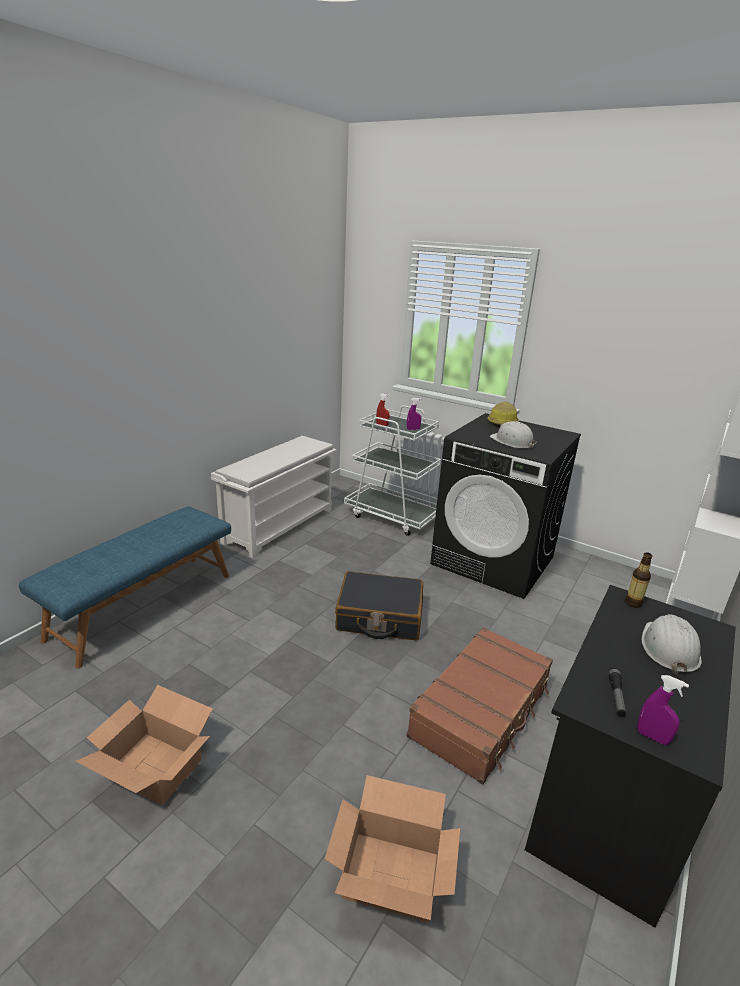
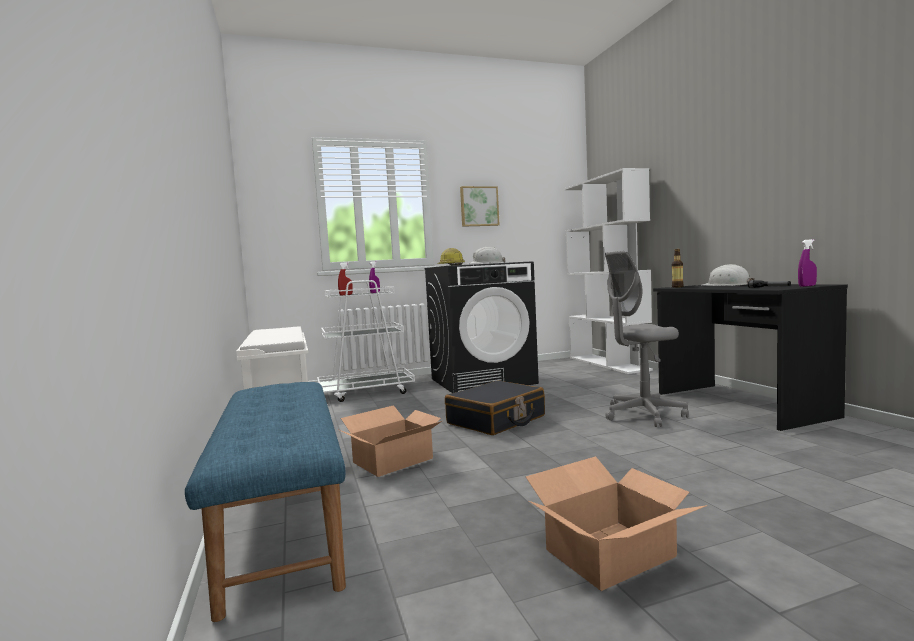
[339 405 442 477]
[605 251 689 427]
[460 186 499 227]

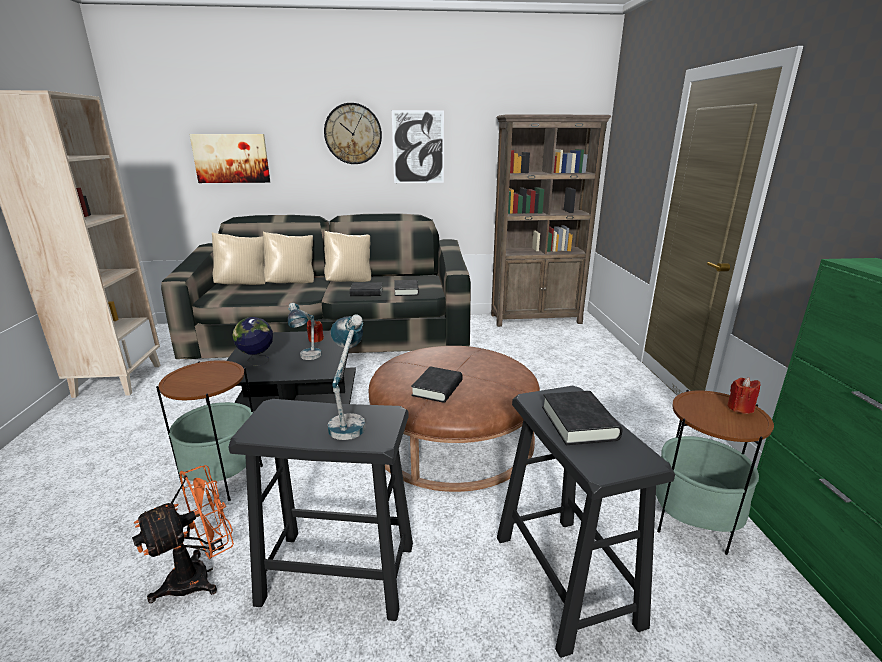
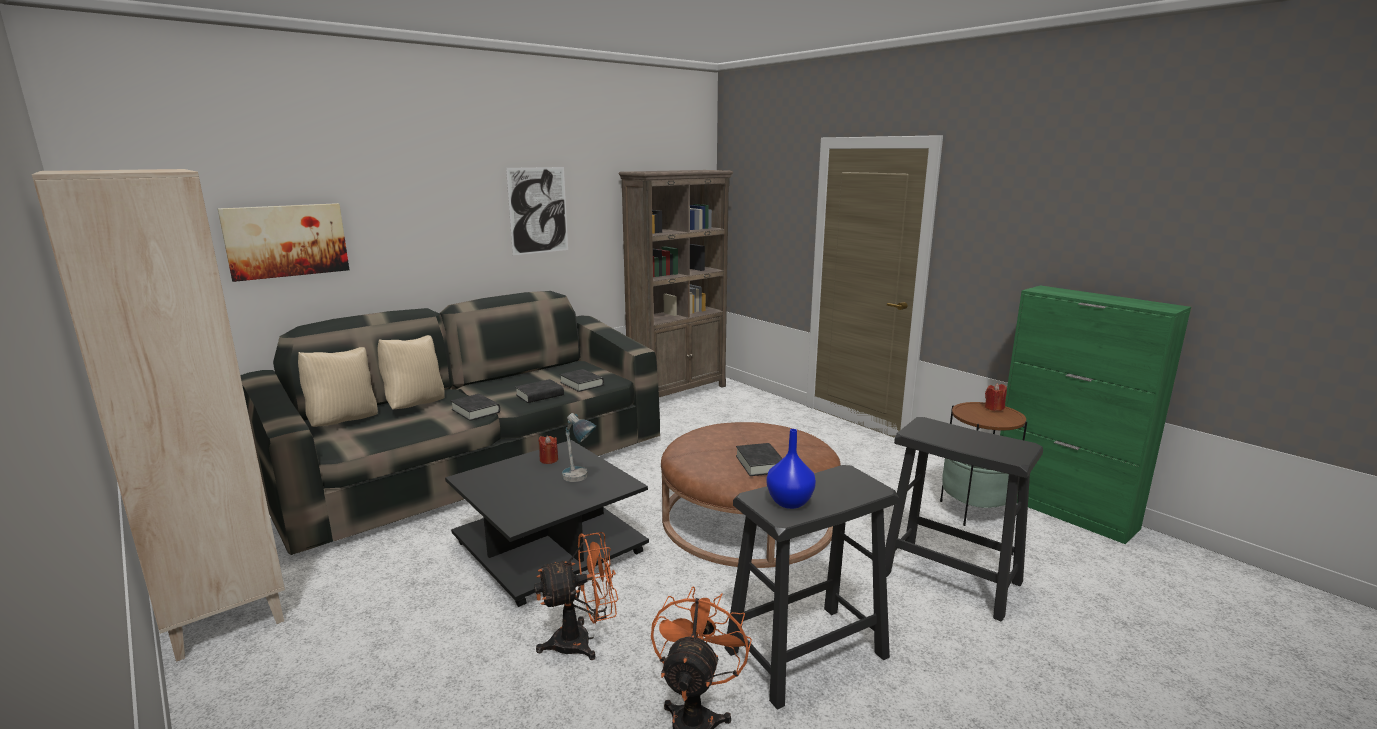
[534 532 618 660]
[232 317 273 366] (first image)
[324 103 382 164] (first image)
[324 231 371 282] (first image)
[328 314 366 440] (first image)
[451 394 500 421]
[767 429 816 509]

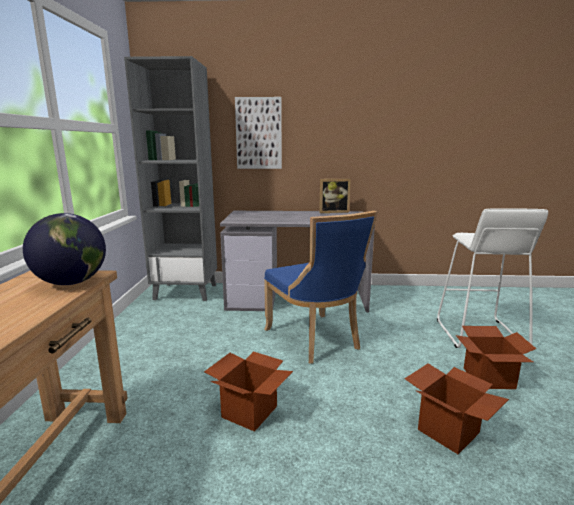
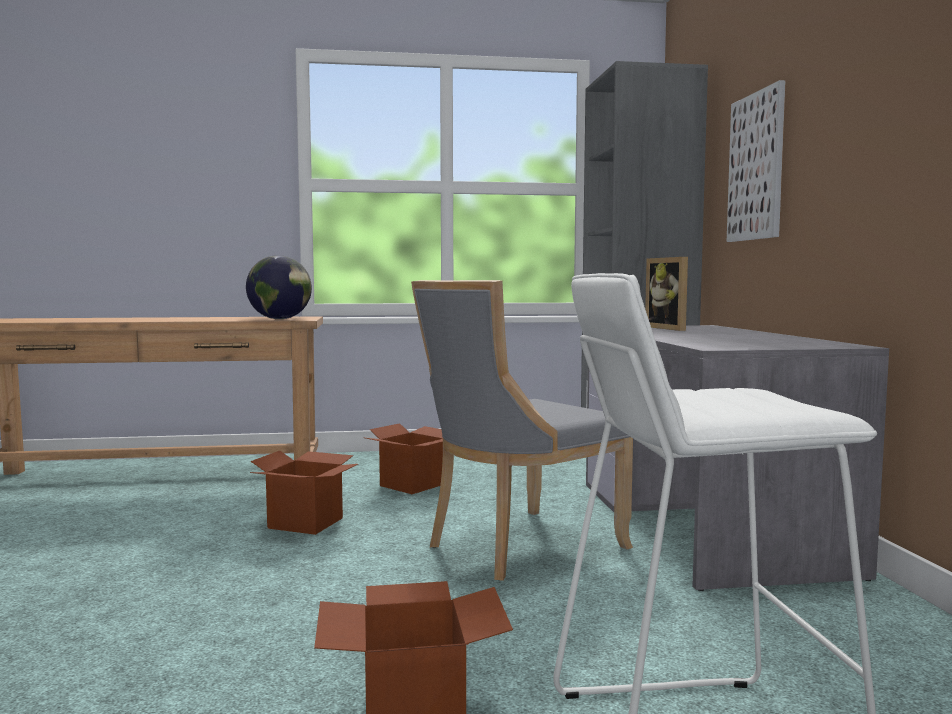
[411 280 633 581]
[645 257 688 331]
[366 423 443 494]

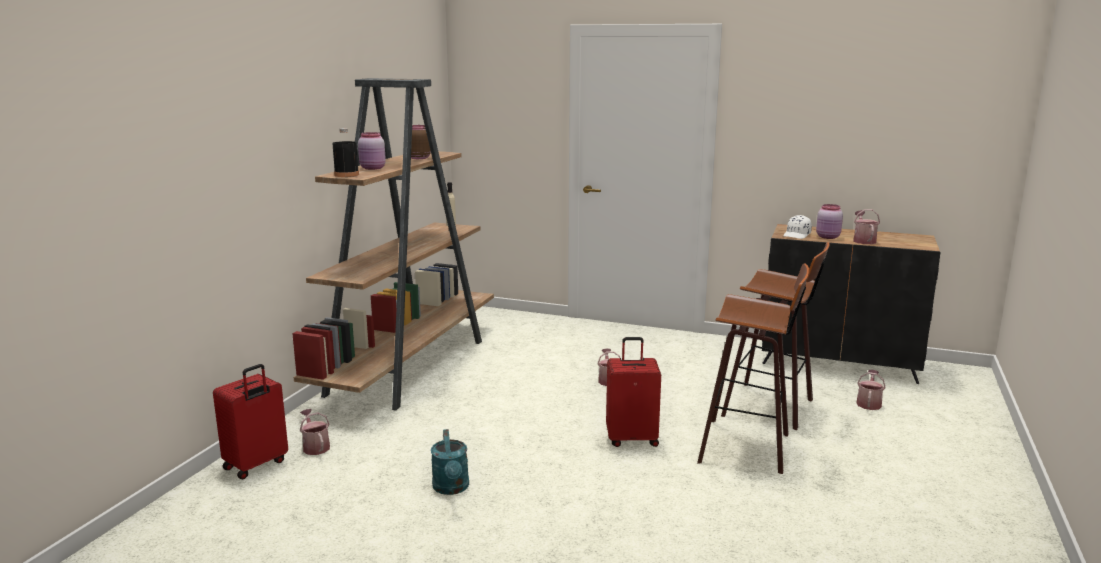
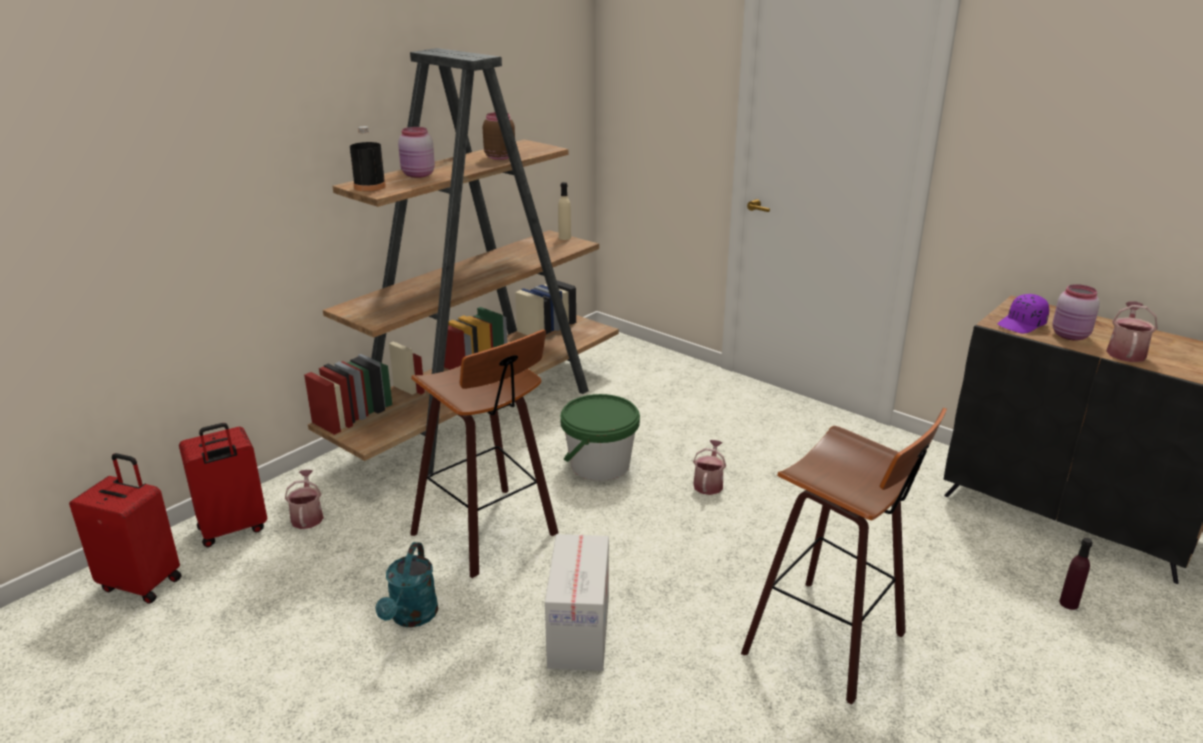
[69 453 182 604]
[410 329 559 578]
[998 294 1049 334]
[1059 538 1092 610]
[545 534 609 671]
[560 394 640 481]

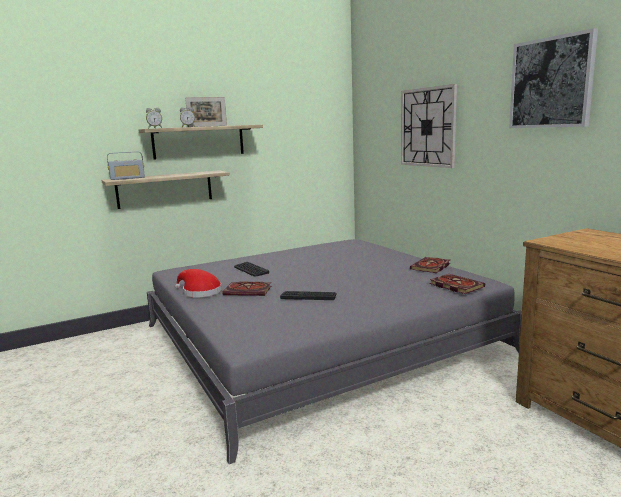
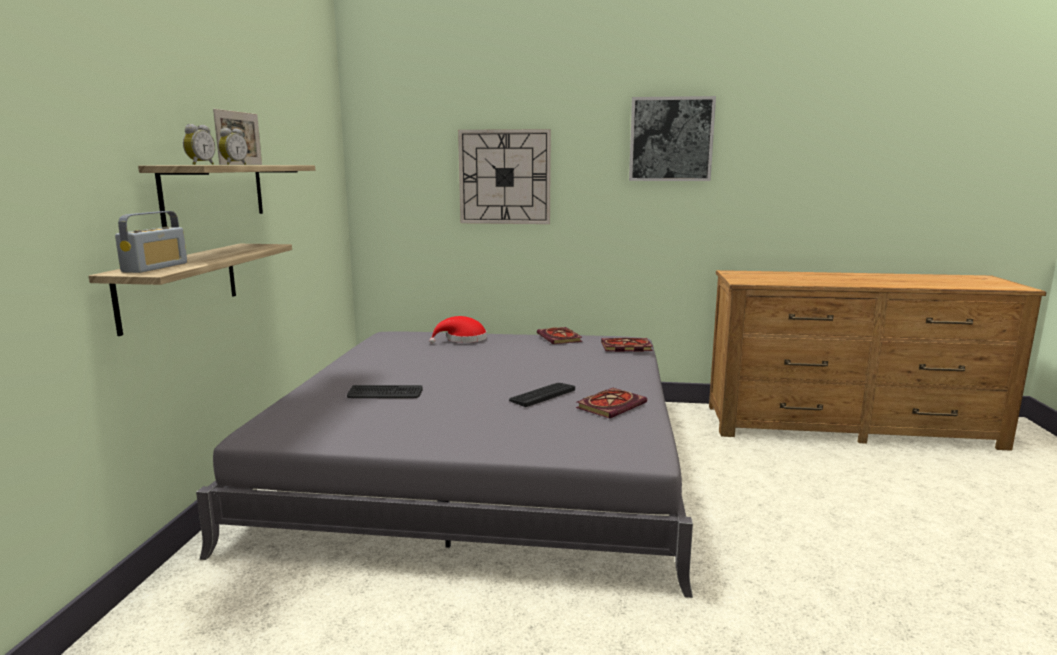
[429 316 487 343]
[576 388 647 418]

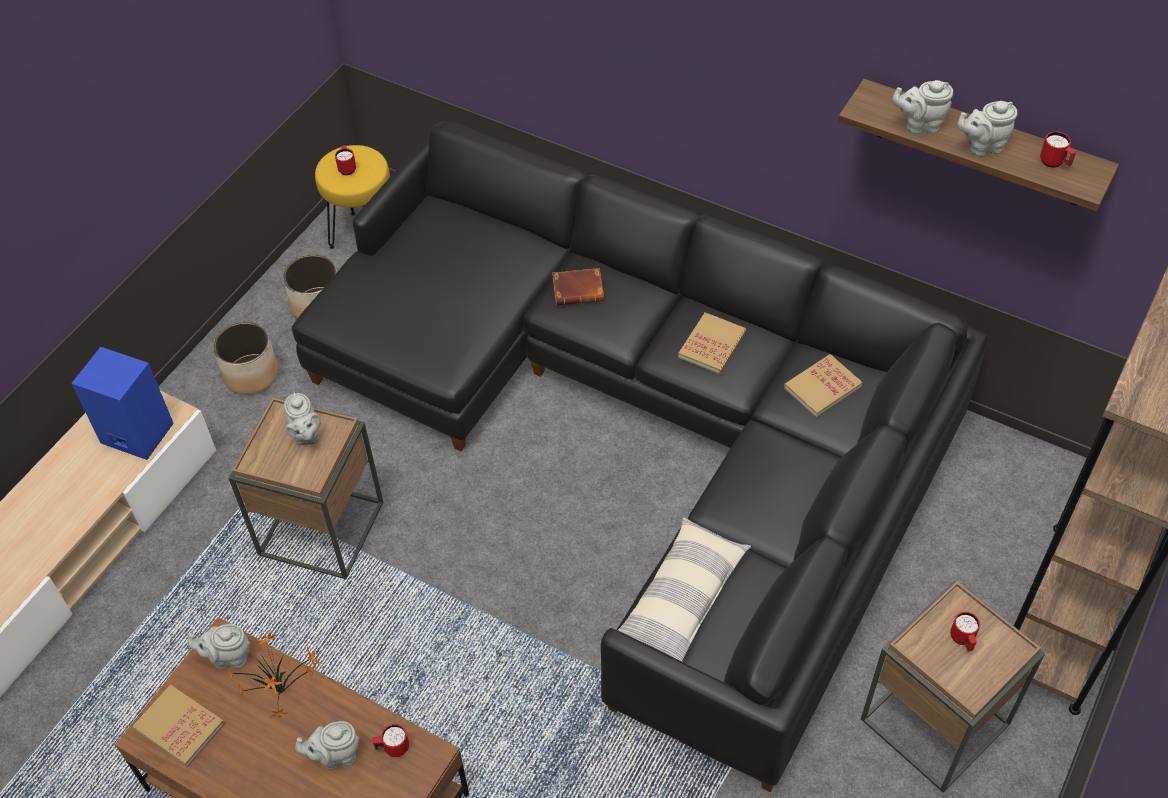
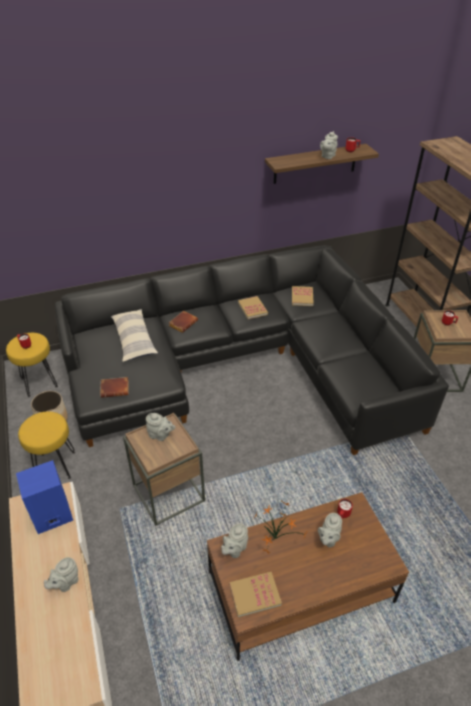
[18 411 75 479]
[111 309 158 362]
[44 557 78 592]
[100 377 129 398]

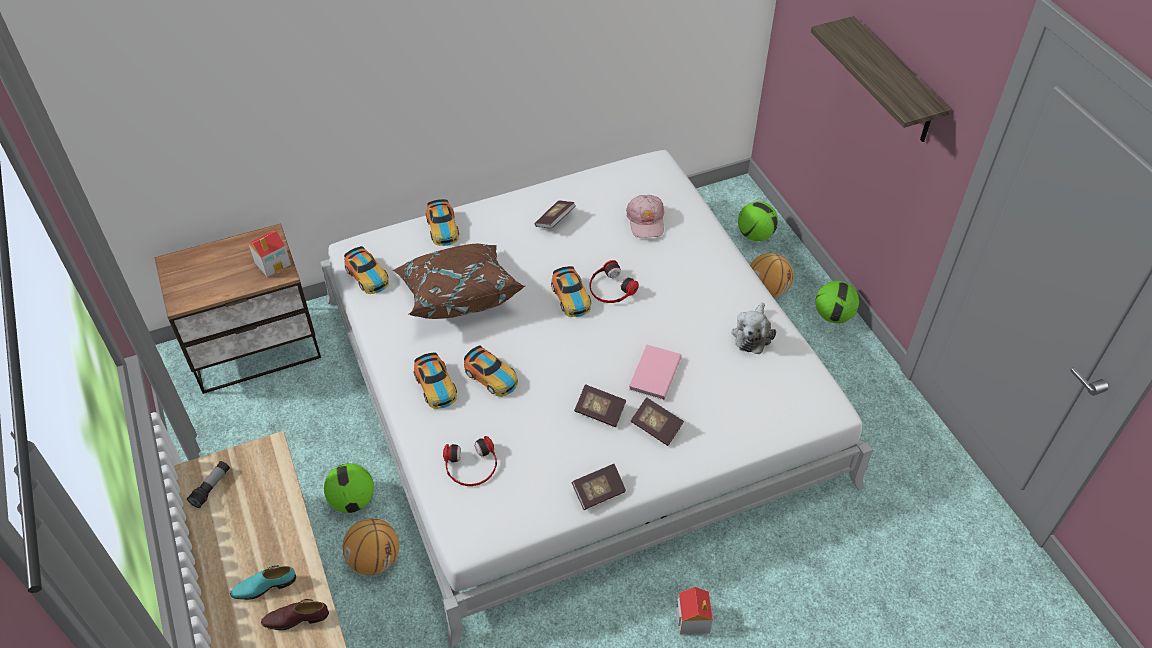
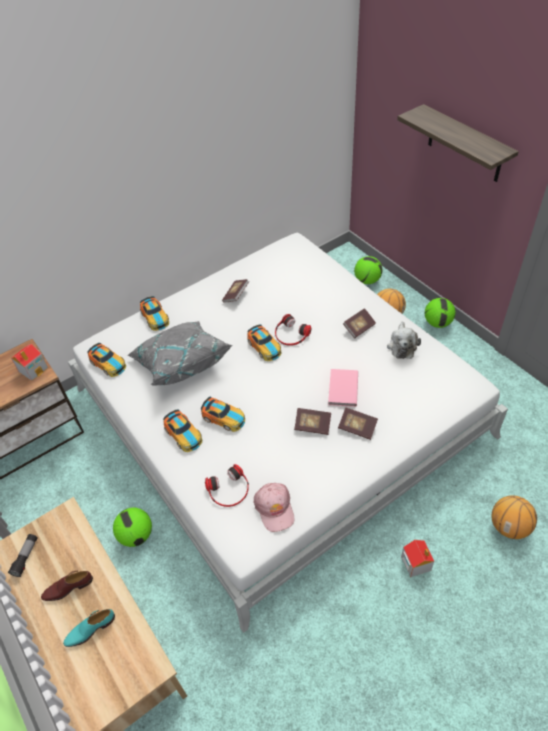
[41 571 93 601]
[492 495 537 539]
[127 321 233 385]
[343 308 376 338]
[253 483 294 532]

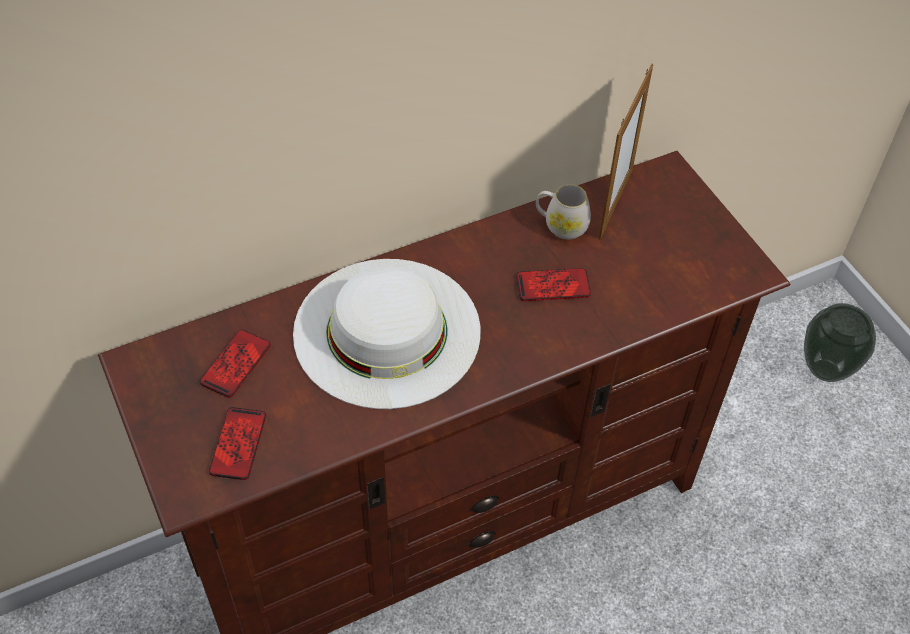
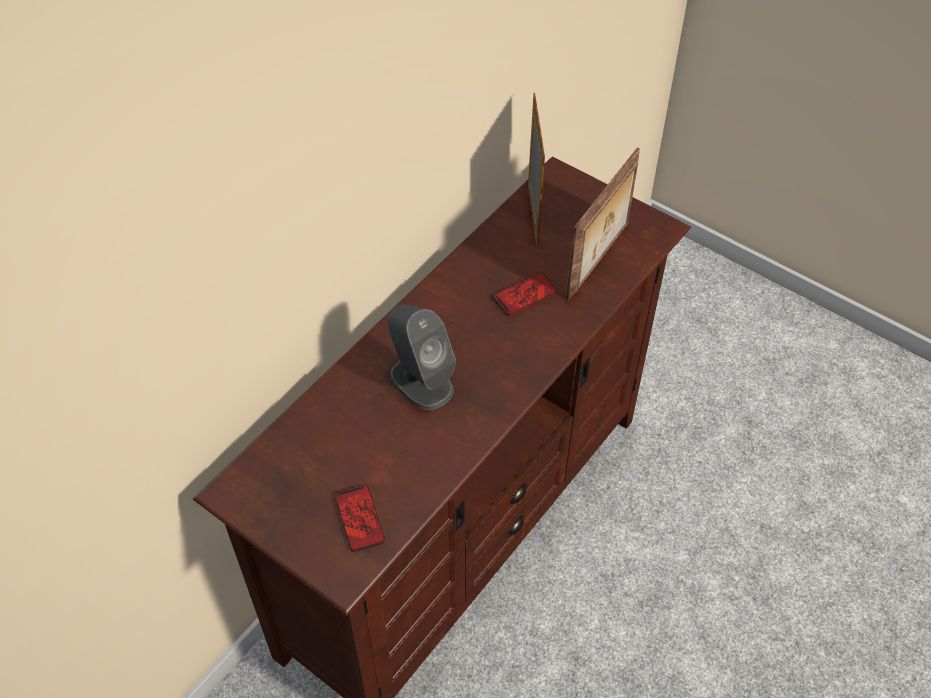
[200 330 271 398] (first image)
[388 304 456 410]
[536 184 591 240] (first image)
[804 303 876 382] (first image)
[566 147 640 301]

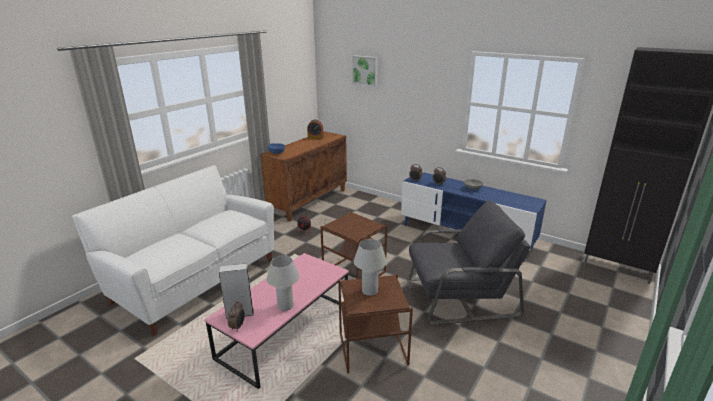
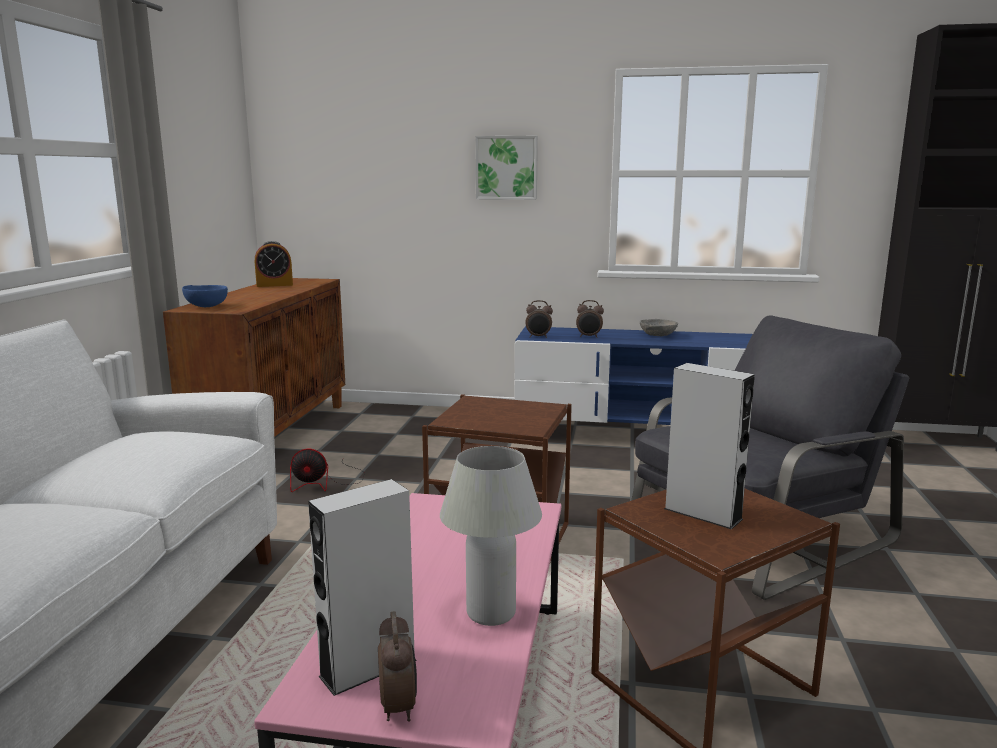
[475 136 538 200]
[664 363 755 529]

